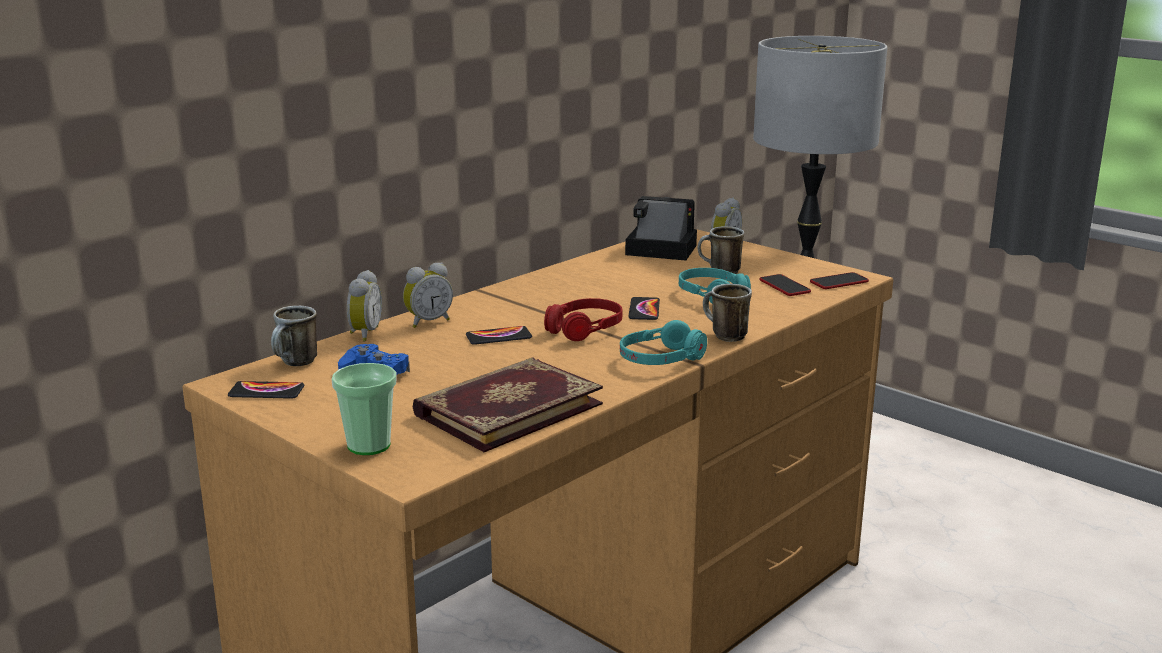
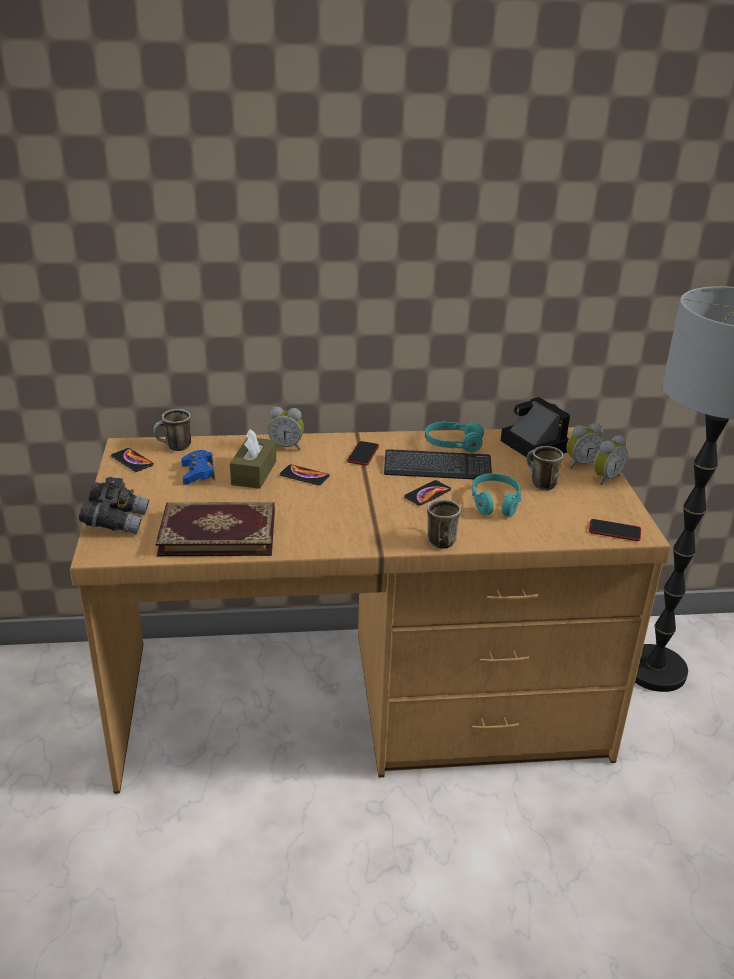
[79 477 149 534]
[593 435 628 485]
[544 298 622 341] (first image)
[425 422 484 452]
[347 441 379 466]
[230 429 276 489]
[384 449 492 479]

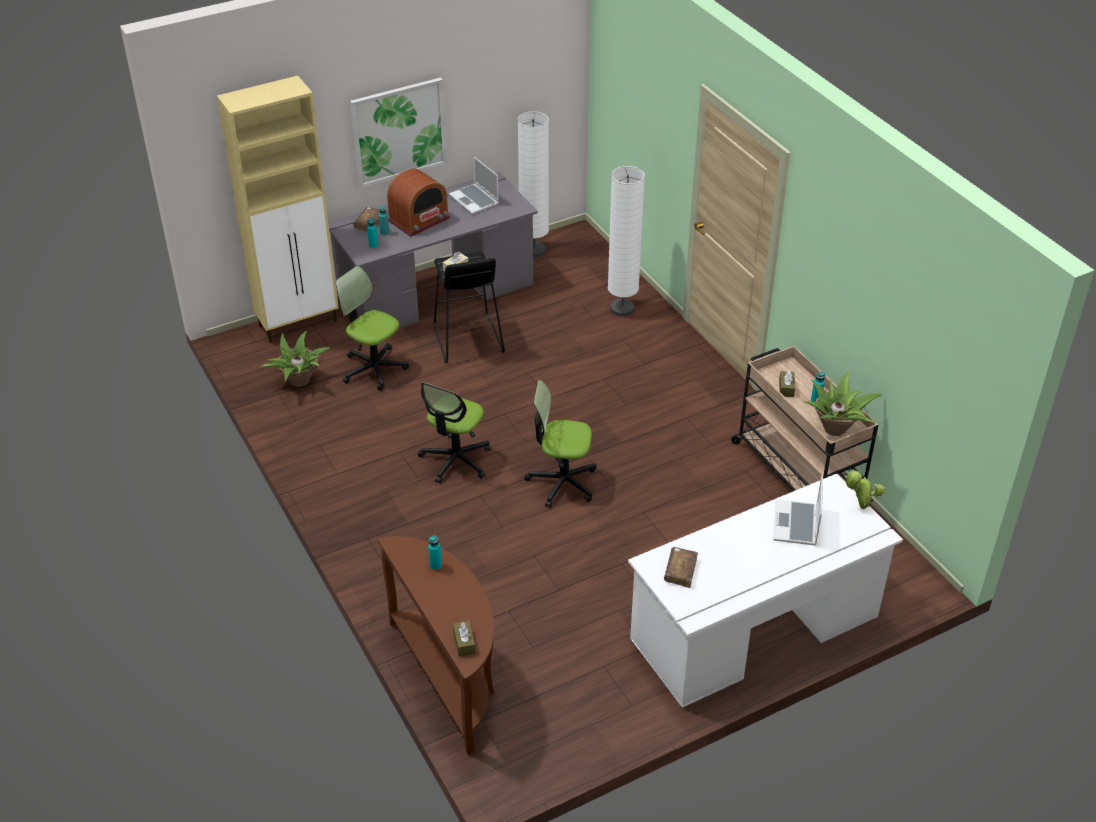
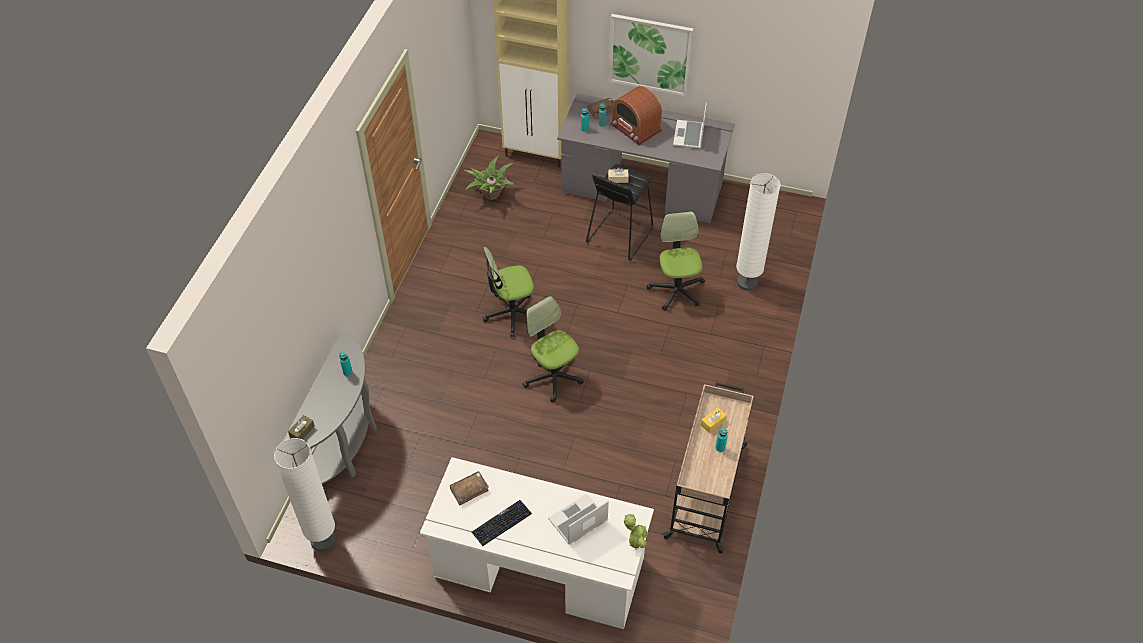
[646 211 705 311]
[283 331 377 484]
[610 86 662 145]
[274 438 336 552]
[701 407 727 433]
[803 371 882 436] (first image)
[471 500 532 546]

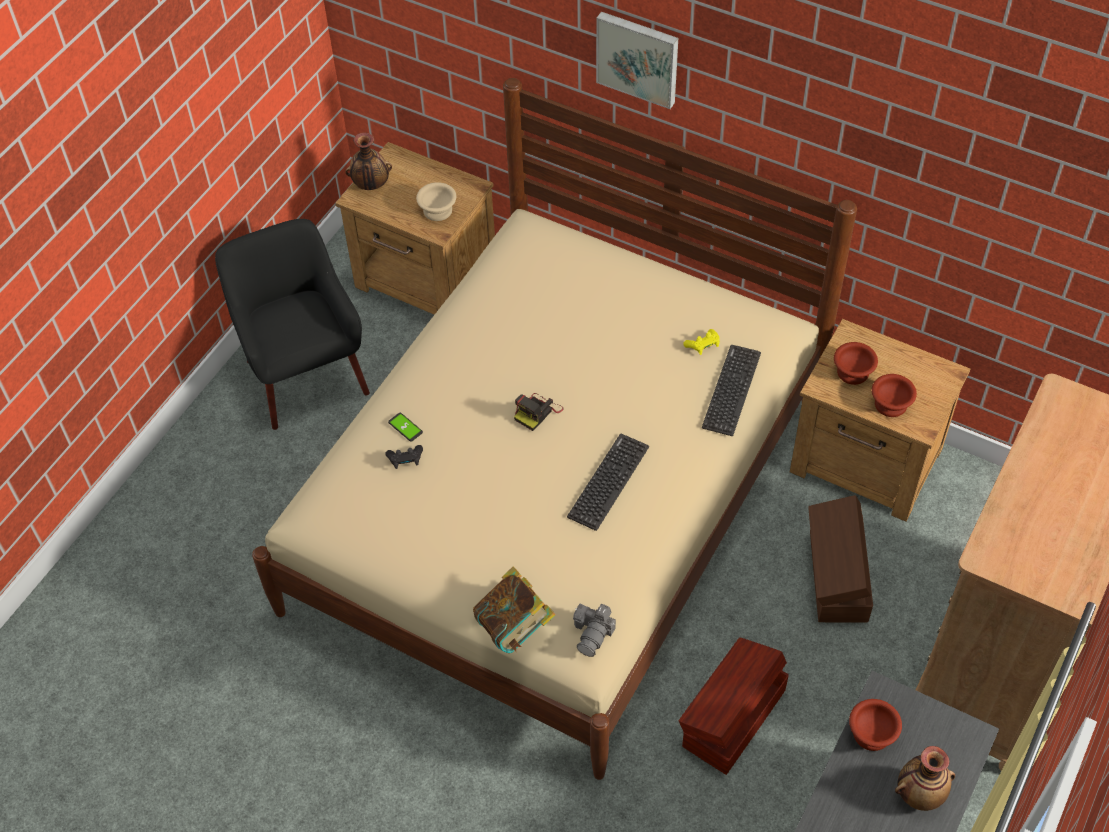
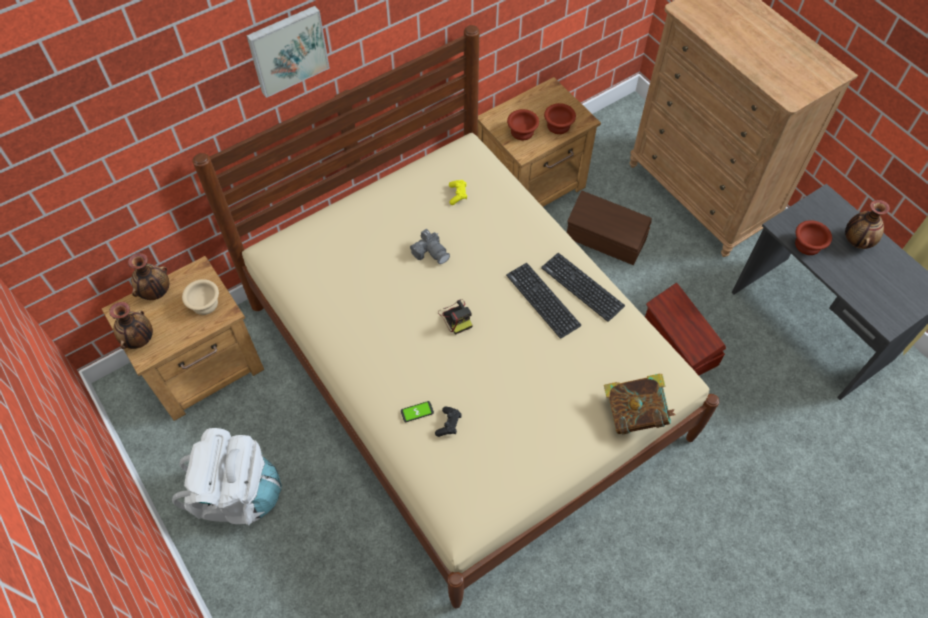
[172 428 282 525]
[410 229 450 264]
[541 253 625 322]
[128 253 169 300]

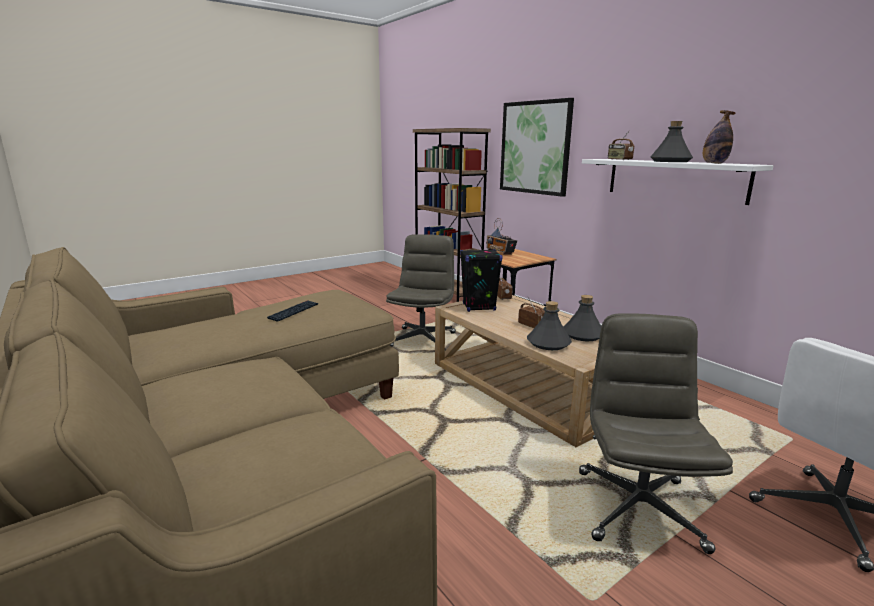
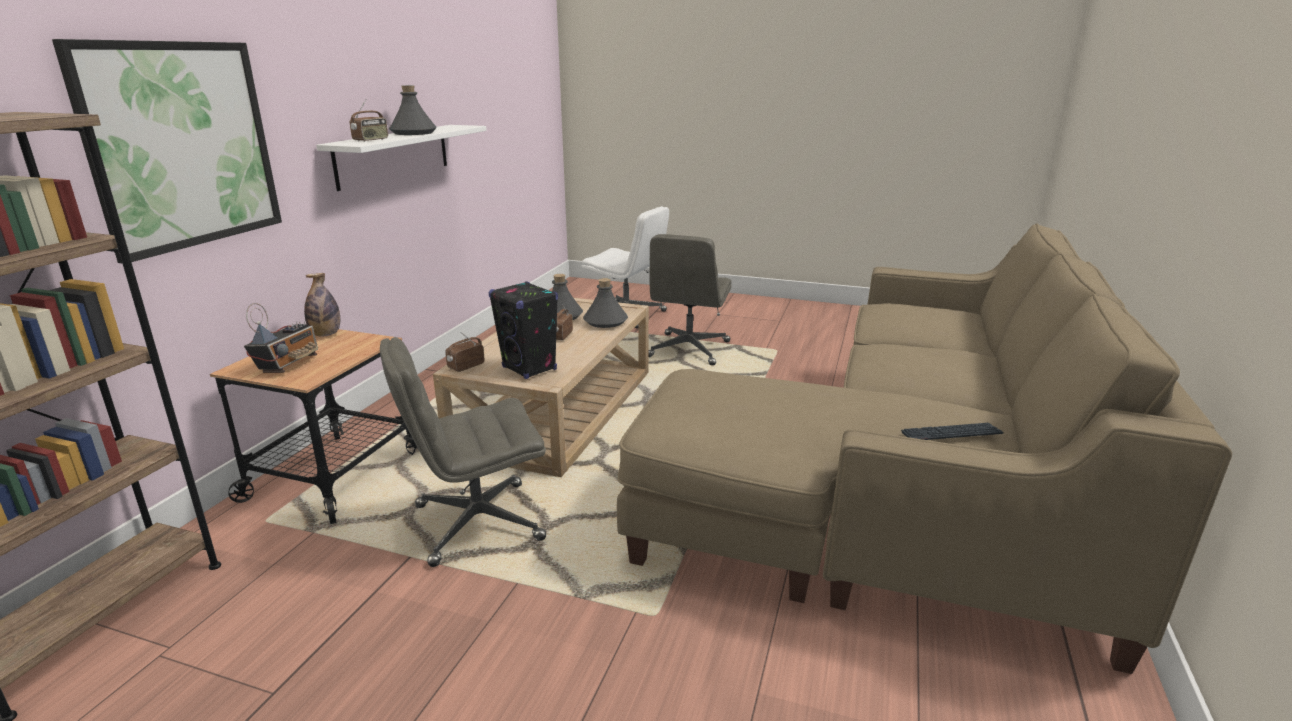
[901 423 1003 440]
[649 234 732 365]
[304 273 340 337]

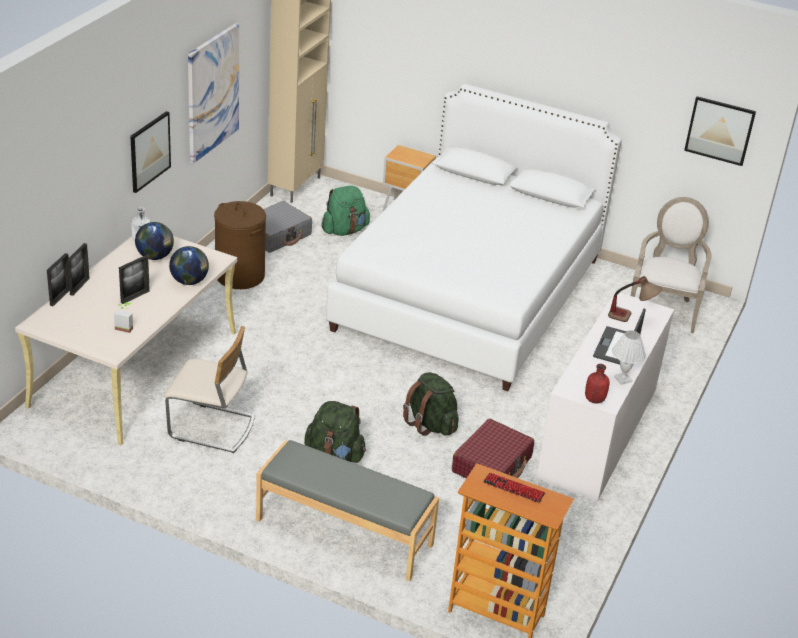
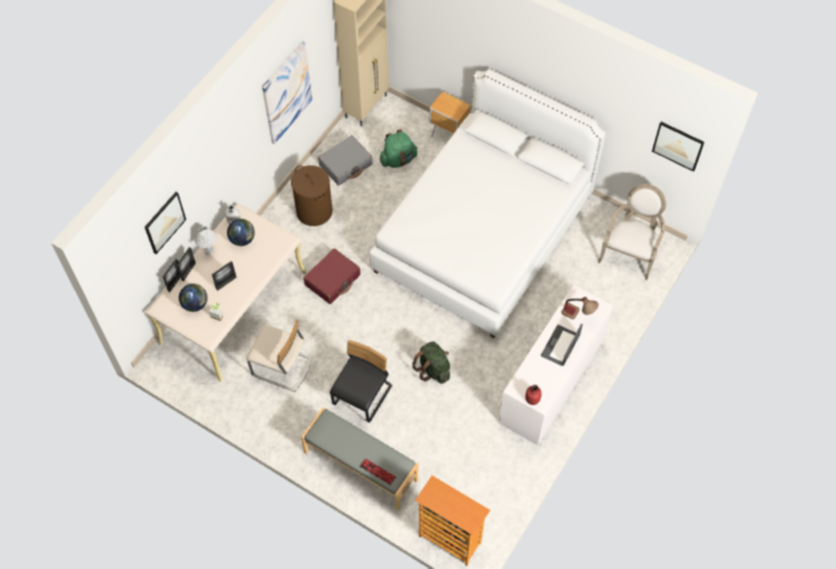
[145 192 186 254]
[179 284 208 312]
[330 340 392 423]
[303 248 360 304]
[360 459 396 485]
[194 226 217 255]

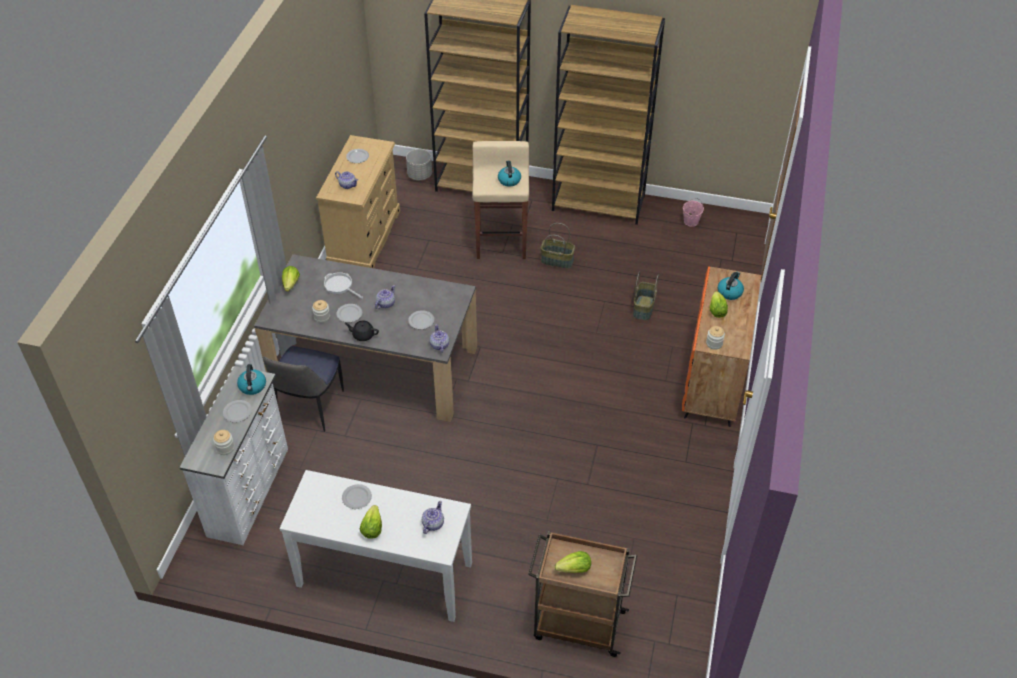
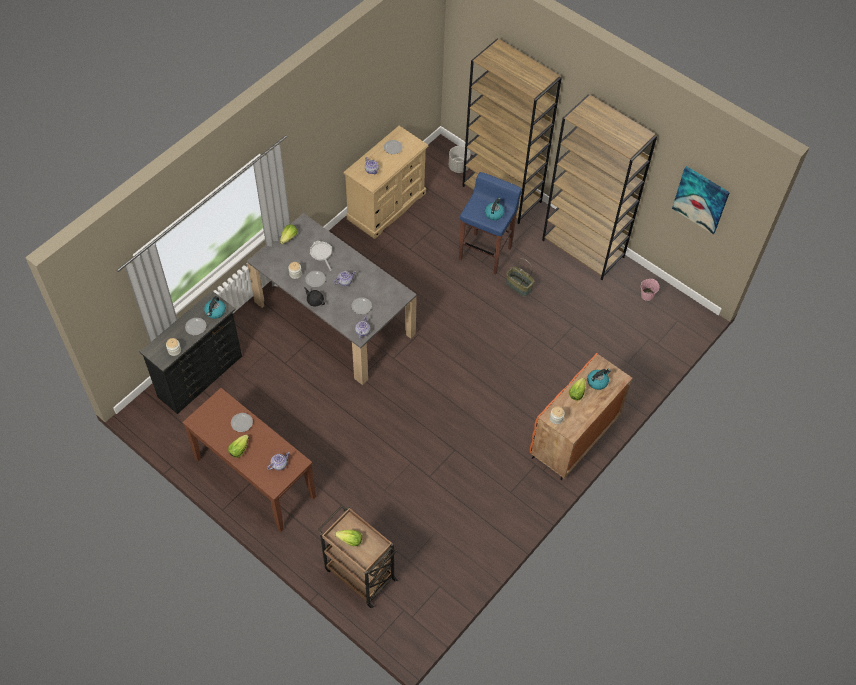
[140 291 242 414]
[263 346 344 432] (first image)
[182 388 316 532]
[459 172 522 275]
[633 271 659 320] (first image)
[672 166 730 234]

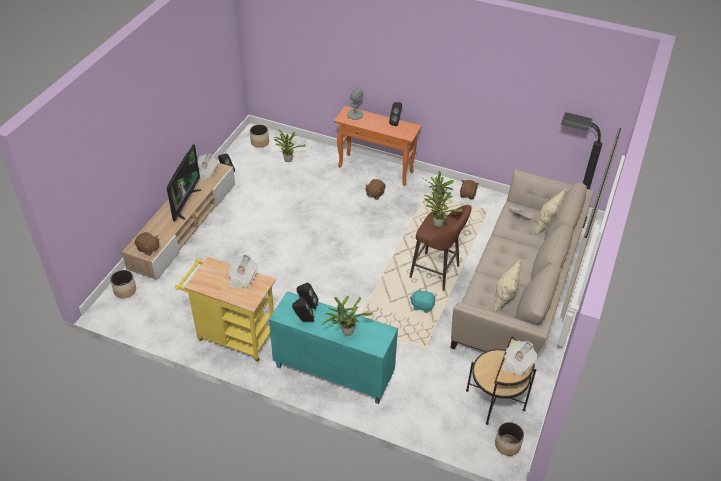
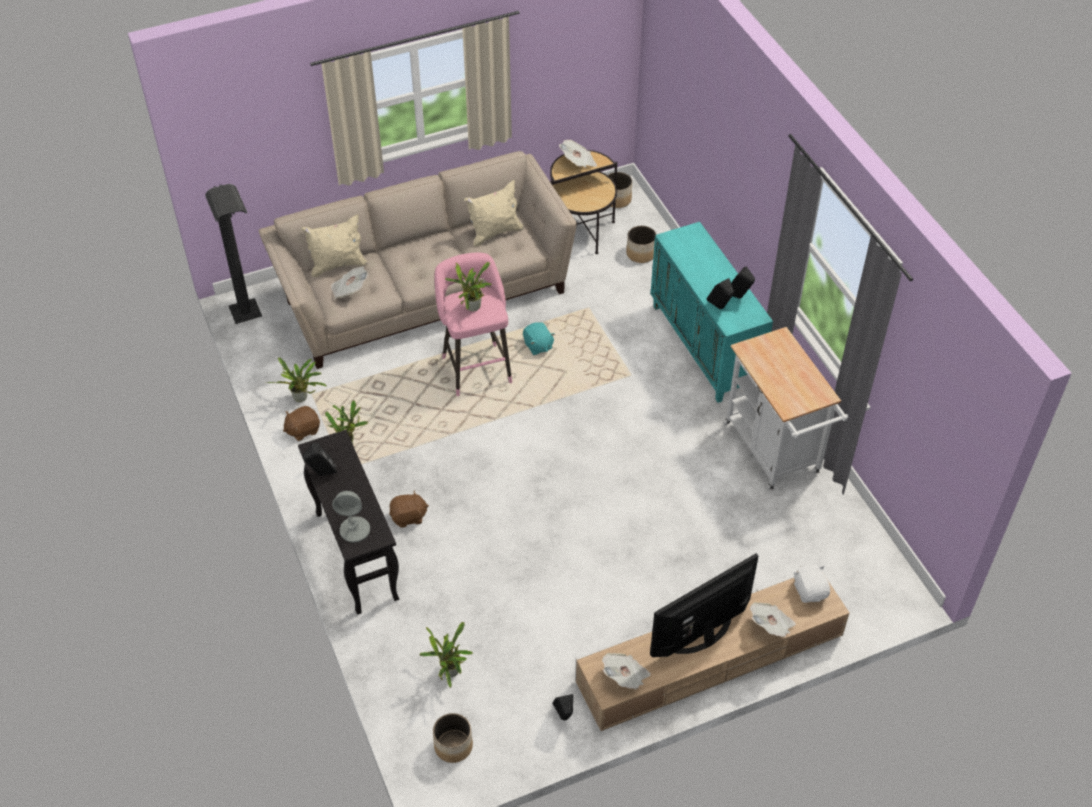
[626 226 656 263]
[794 564 830 603]
[724 327 848 490]
[750 602 796 638]
[266 357 327 402]
[298 430 399 615]
[434 253 512 396]

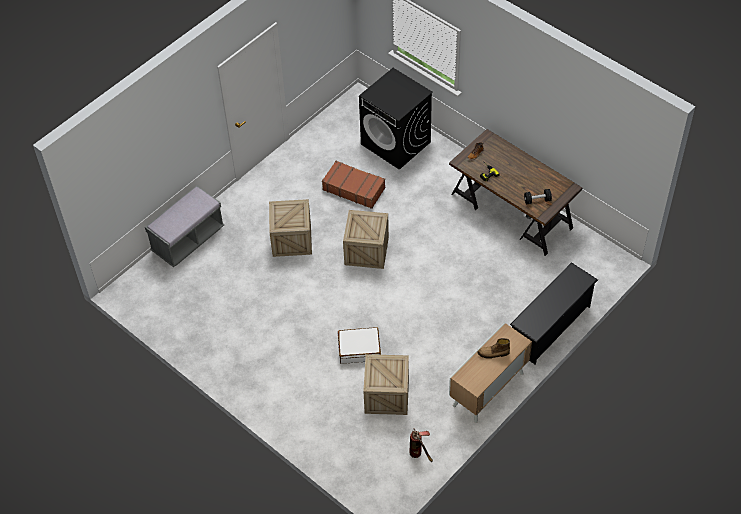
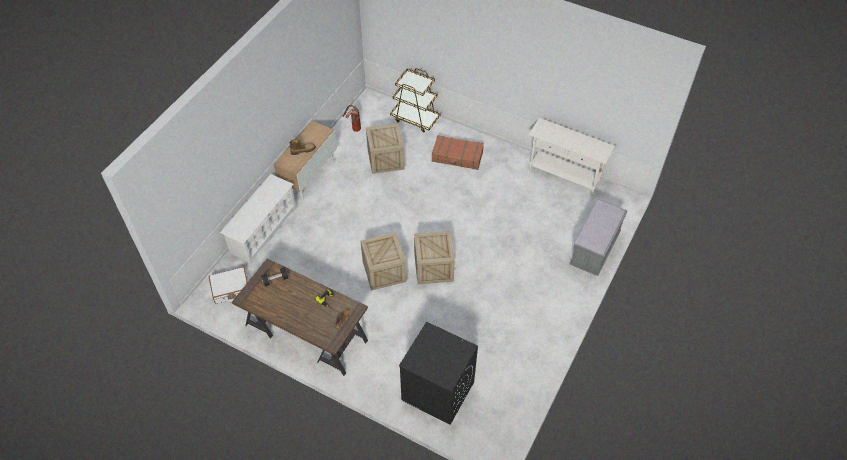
[361 232 407 291]
[432 135 484 170]
[209 267 248 304]
[220 174 296 265]
[390 68 441 133]
[528 118 615 196]

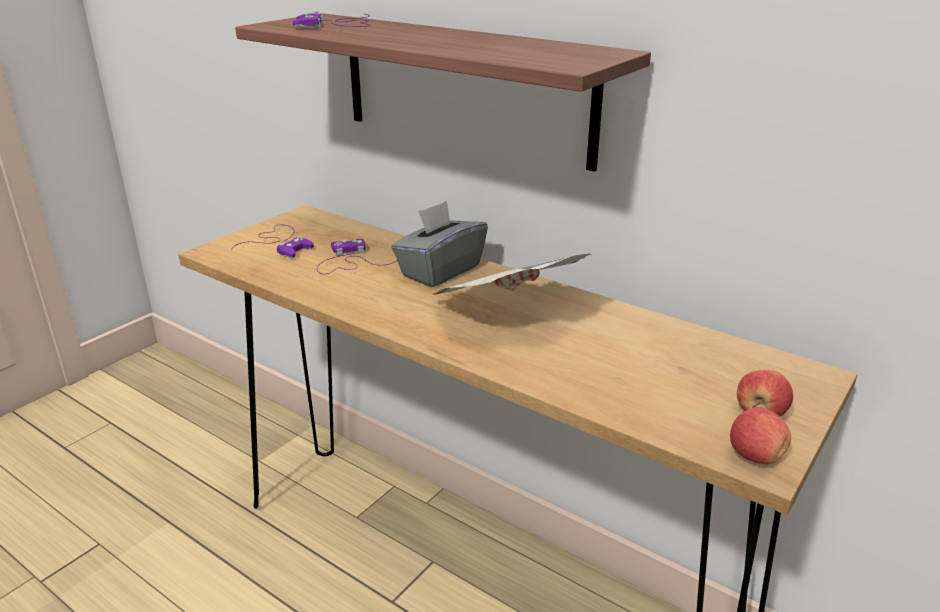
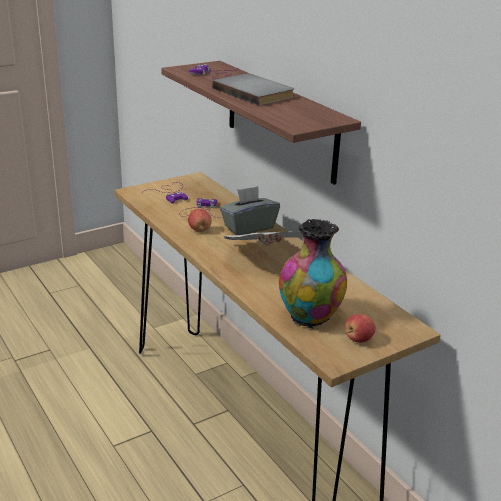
[188 209 212 232]
[212 73 294 106]
[279 219 347 328]

